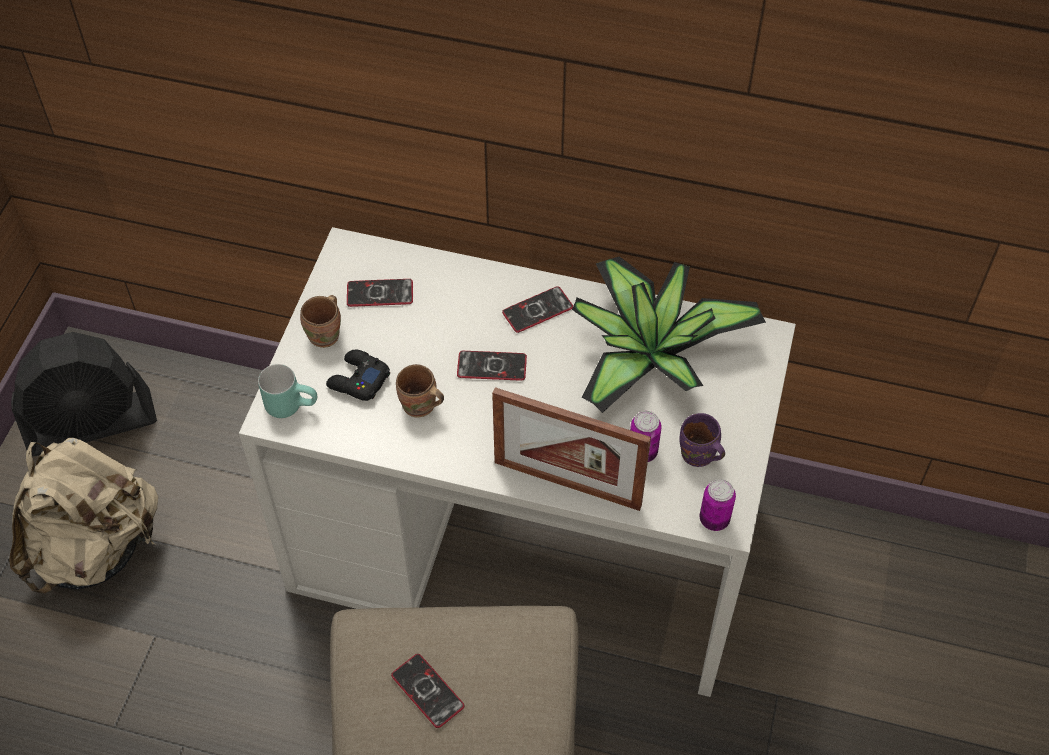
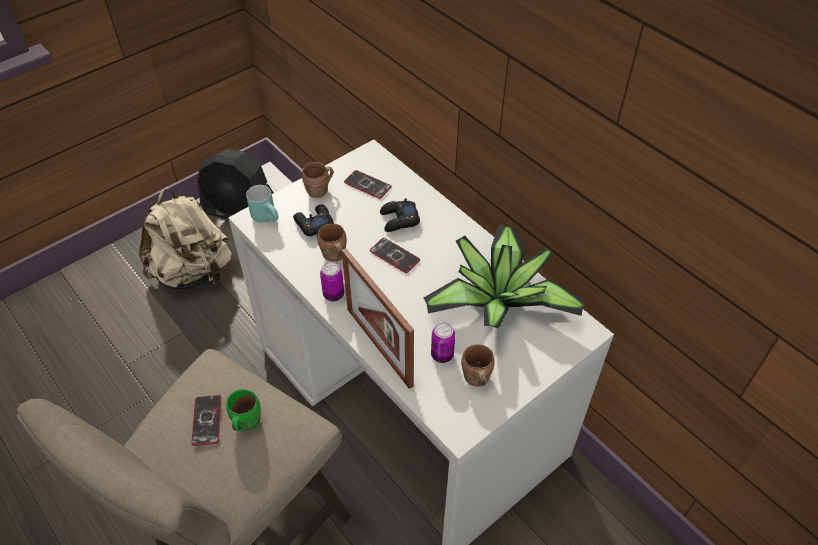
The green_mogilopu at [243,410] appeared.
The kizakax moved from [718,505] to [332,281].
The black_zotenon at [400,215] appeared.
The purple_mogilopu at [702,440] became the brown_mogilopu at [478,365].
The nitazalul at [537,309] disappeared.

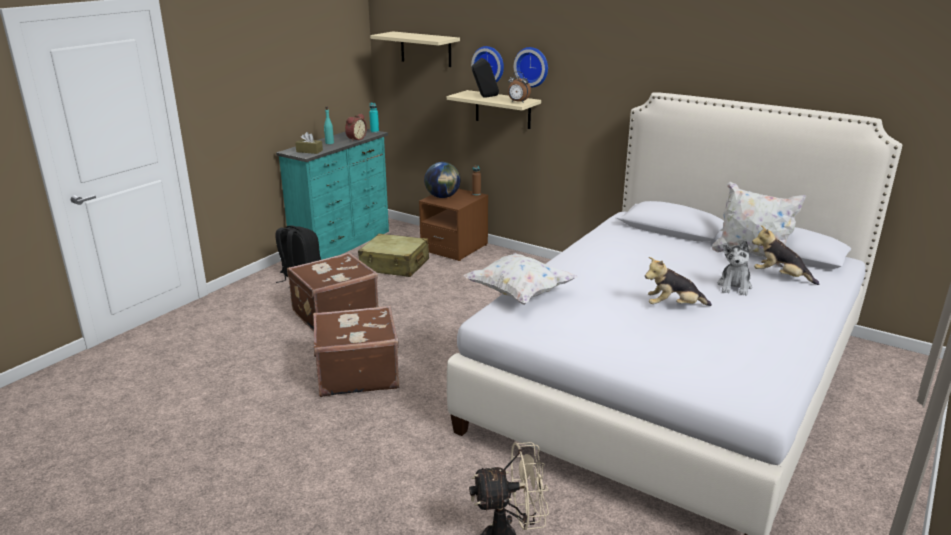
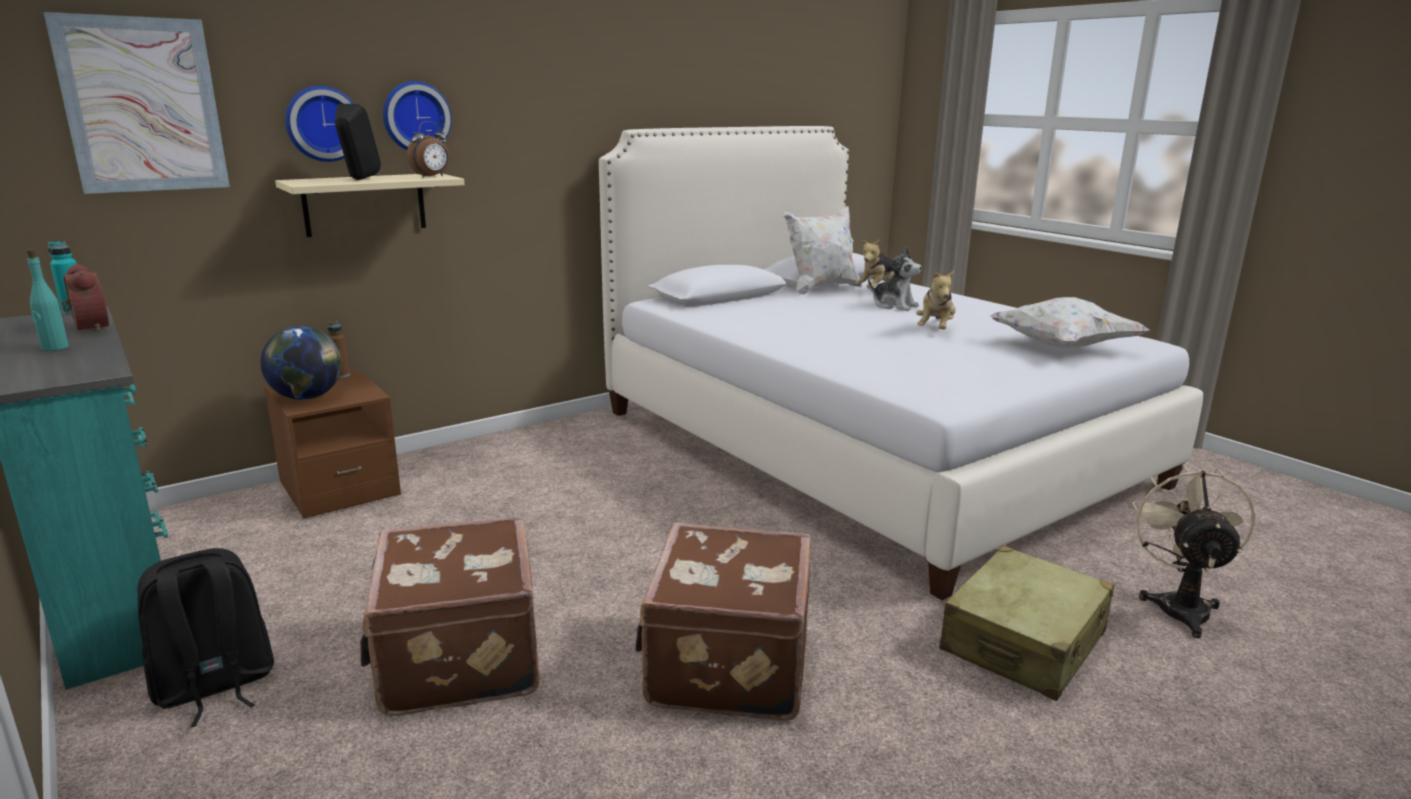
The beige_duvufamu at [415,49] was replaced by the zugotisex at [137,103].
The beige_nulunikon moved from [393,255] to [1027,623].
The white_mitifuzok moved from [520,279] to [1069,322].
The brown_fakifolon at [309,143] disappeared.

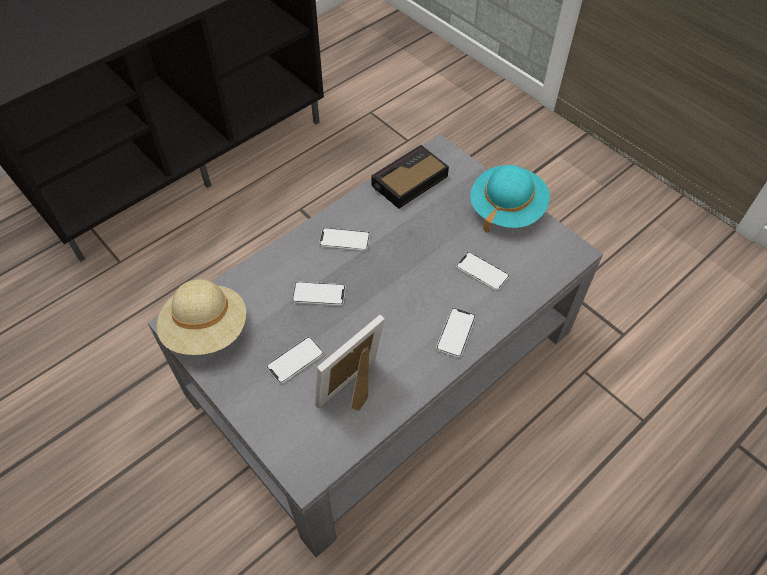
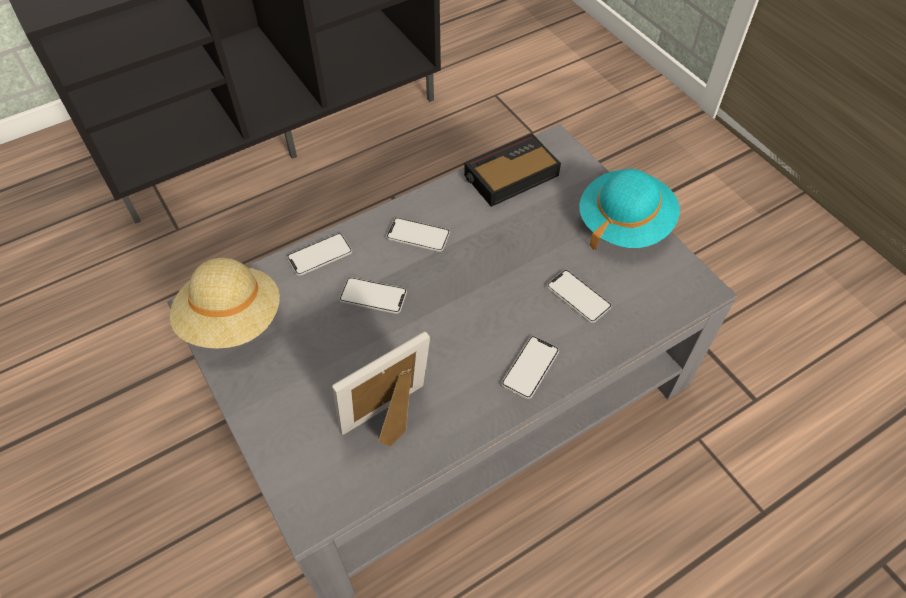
The nitazalul moved from [295,360] to [319,254].

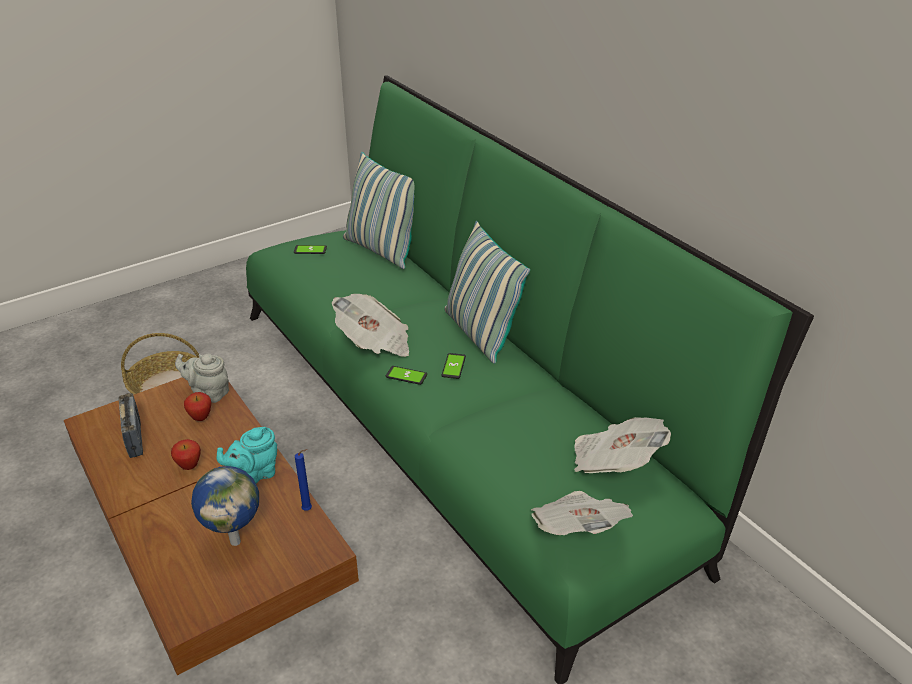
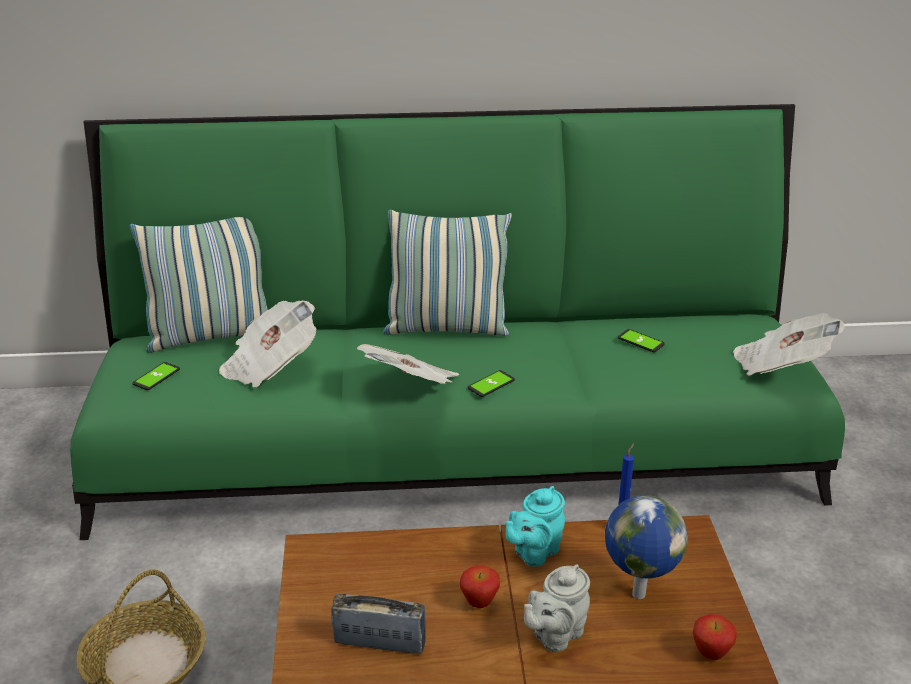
The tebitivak moved from [622,445] to [267,344].
The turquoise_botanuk at [247,455] turned 45 degrees clockwise.
The grey_botanuk moved from [202,378] to [557,608].
The nitazalul moved from [453,366] to [641,340].
The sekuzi moved from [197,406] to [714,637].

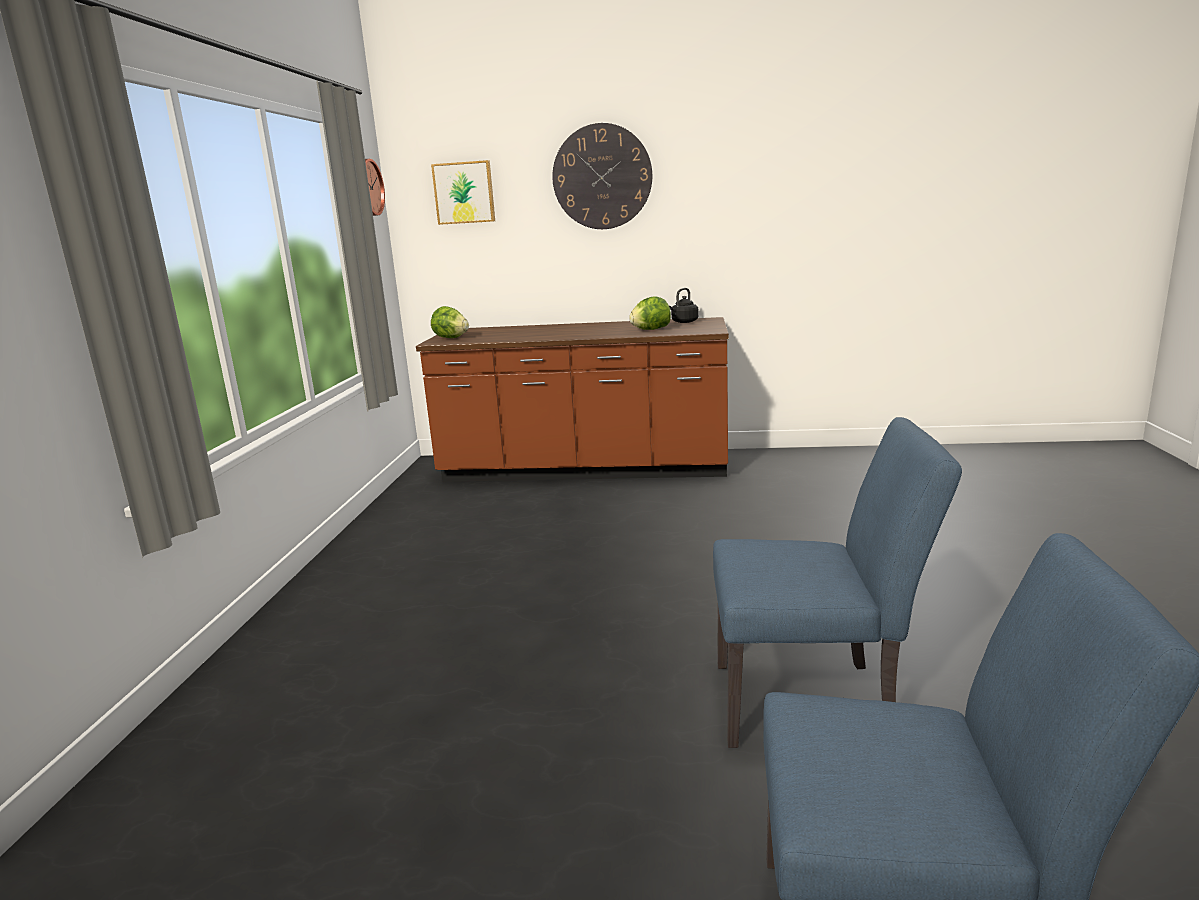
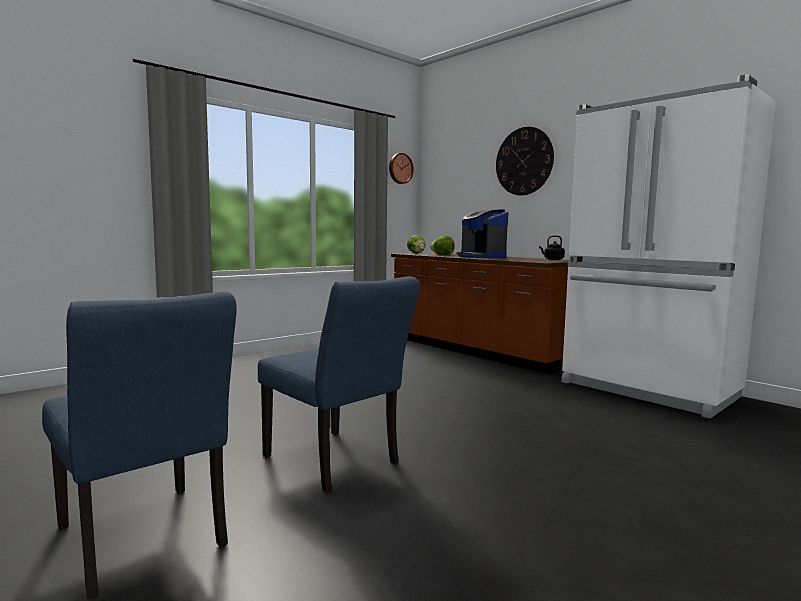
The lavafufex moved from [650,313] to [442,245].
The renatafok at [482,234] appeared.
The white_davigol at [668,246] appeared.
The zugotisex at [463,192] disappeared.

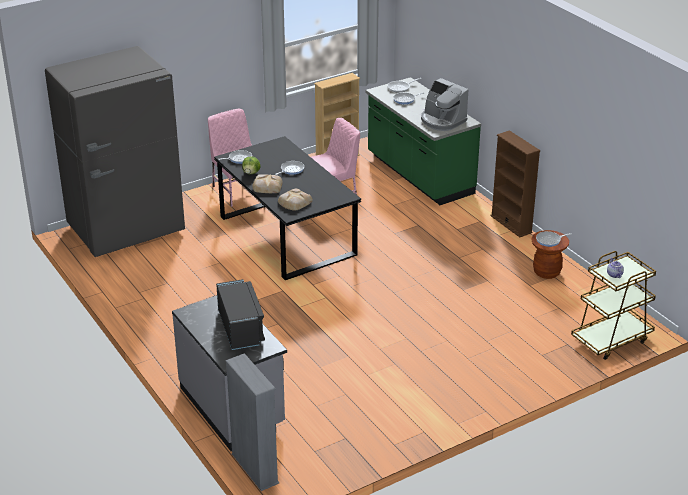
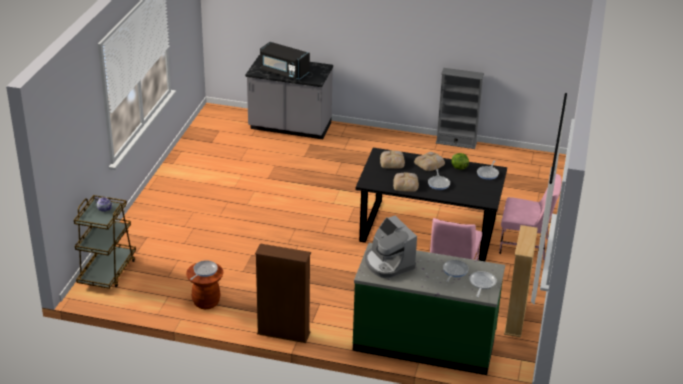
The renatafok at [444,104] turned 120 degrees counterclockwise.
The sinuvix at [406,182] appeared.
The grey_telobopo moved from [252,422] to [460,108].
The grey_davigol at [115,151] disappeared.

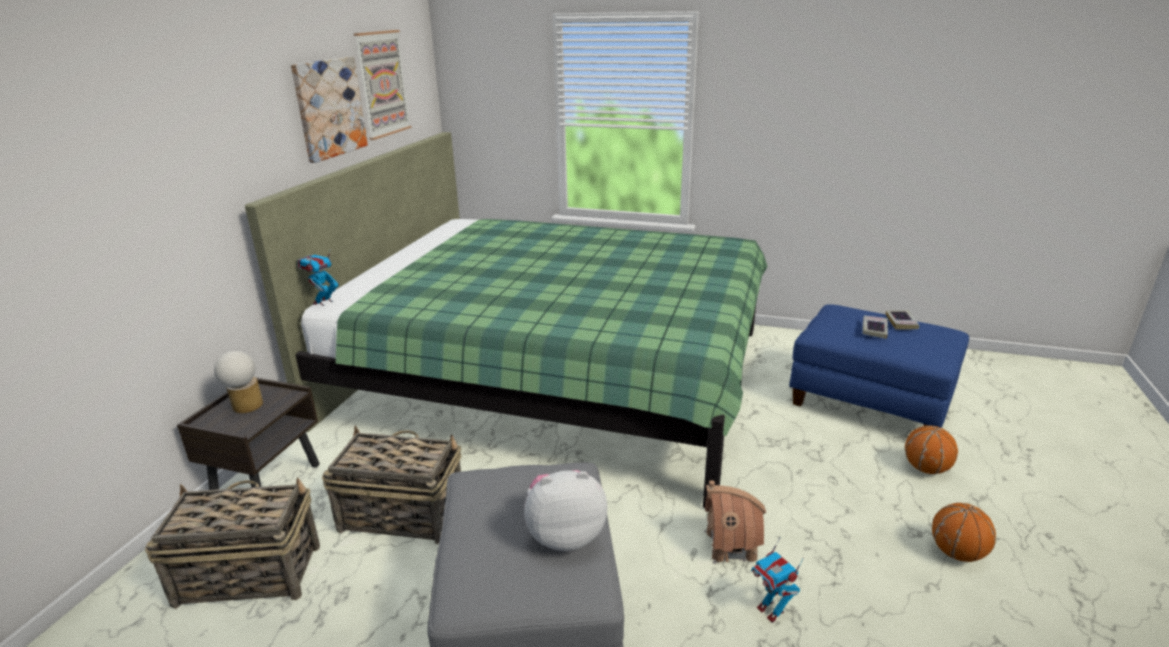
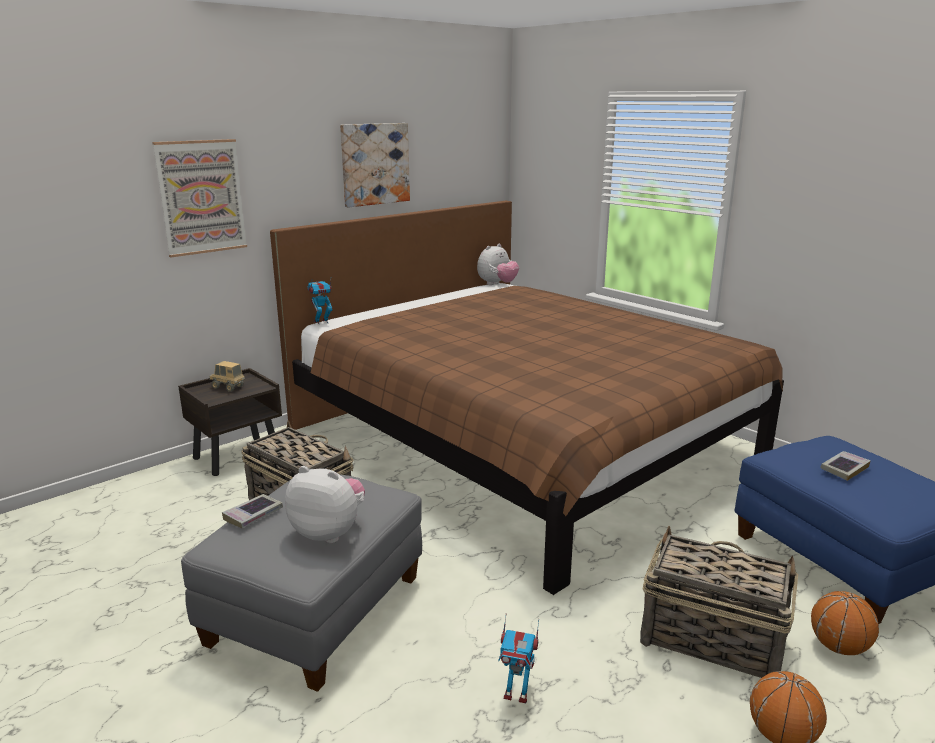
The zugotisex moved from [383,85] to [199,198].
The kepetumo at [238,382] was replaced by the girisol at [227,376].
The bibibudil moved from [903,320] to [252,511].
The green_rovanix at [506,320] became the brown_rovanix at [527,398].
The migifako at [498,264] appeared.
The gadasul at [777,580] turned 75 degrees counterclockwise.
The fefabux moved from [232,543] to [719,602].
The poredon at [735,522] disappeared.

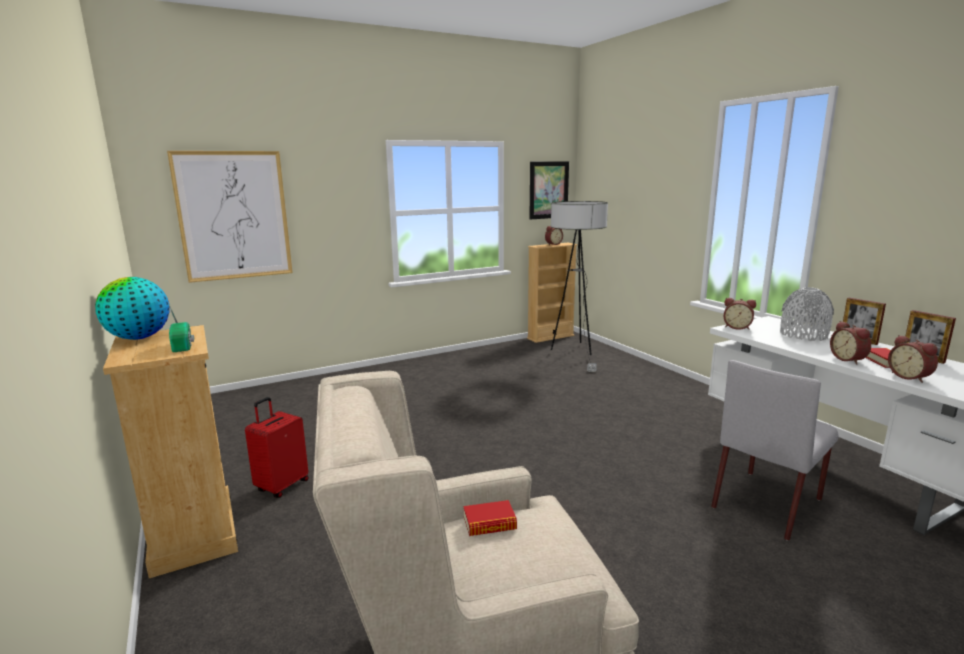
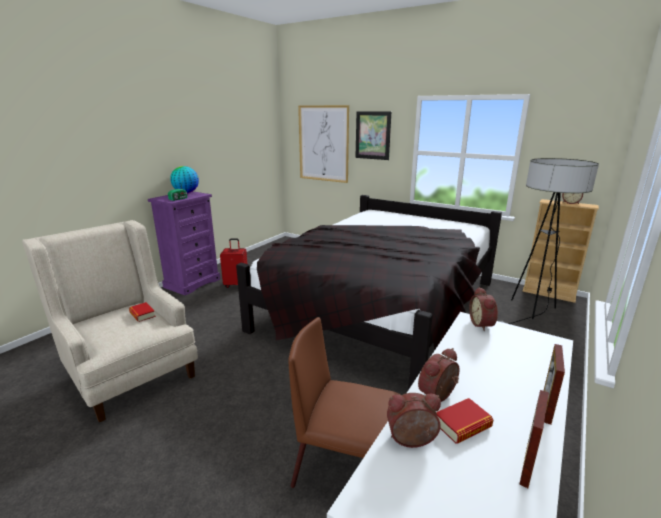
The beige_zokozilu at [170,451] became the purple_zokozilu at [184,243].
The black_rovanix at [369,292] appeared.
The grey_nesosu at [775,450] became the brown_nesosu at [344,402].
The zugotisex moved from [549,190] to [373,135].
The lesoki at [913,359] turned 45 degrees clockwise.
The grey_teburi at [807,314] disappeared.

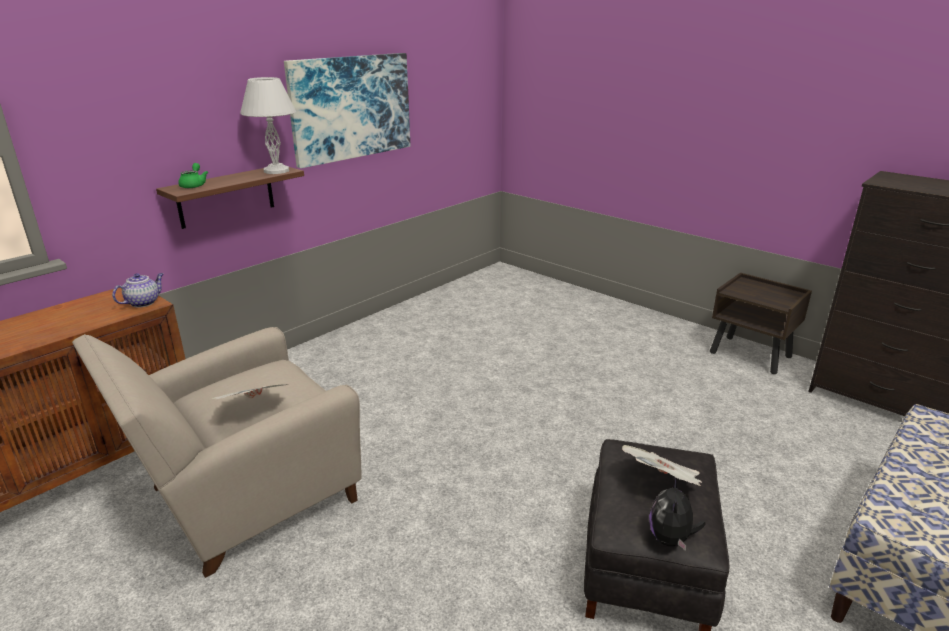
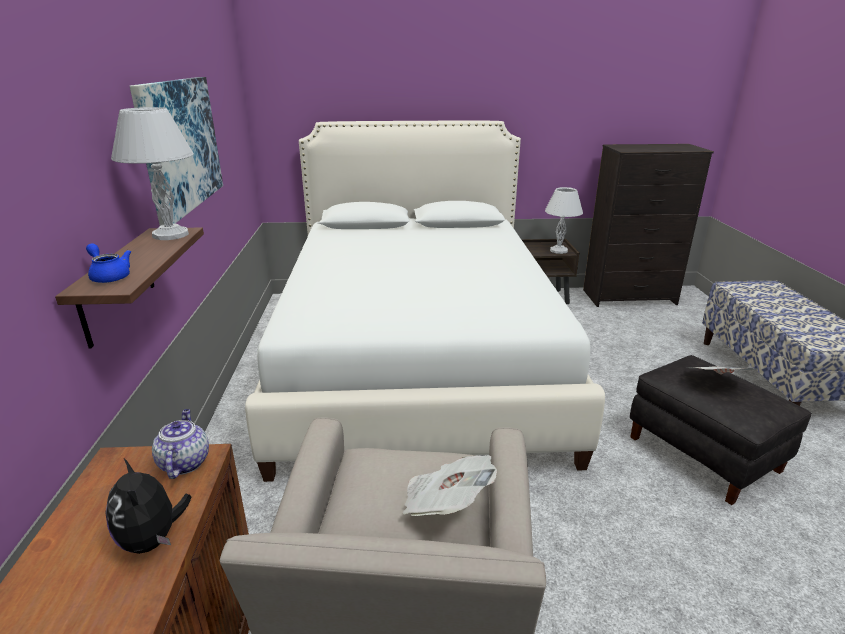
The green_botanuk at [193,175] became the blue_botanuk at [108,263].
The migifako moved from [677,514] to [148,506].
The white_rovanix at [425,301] appeared.
The white_kepetumo at [564,220] appeared.

